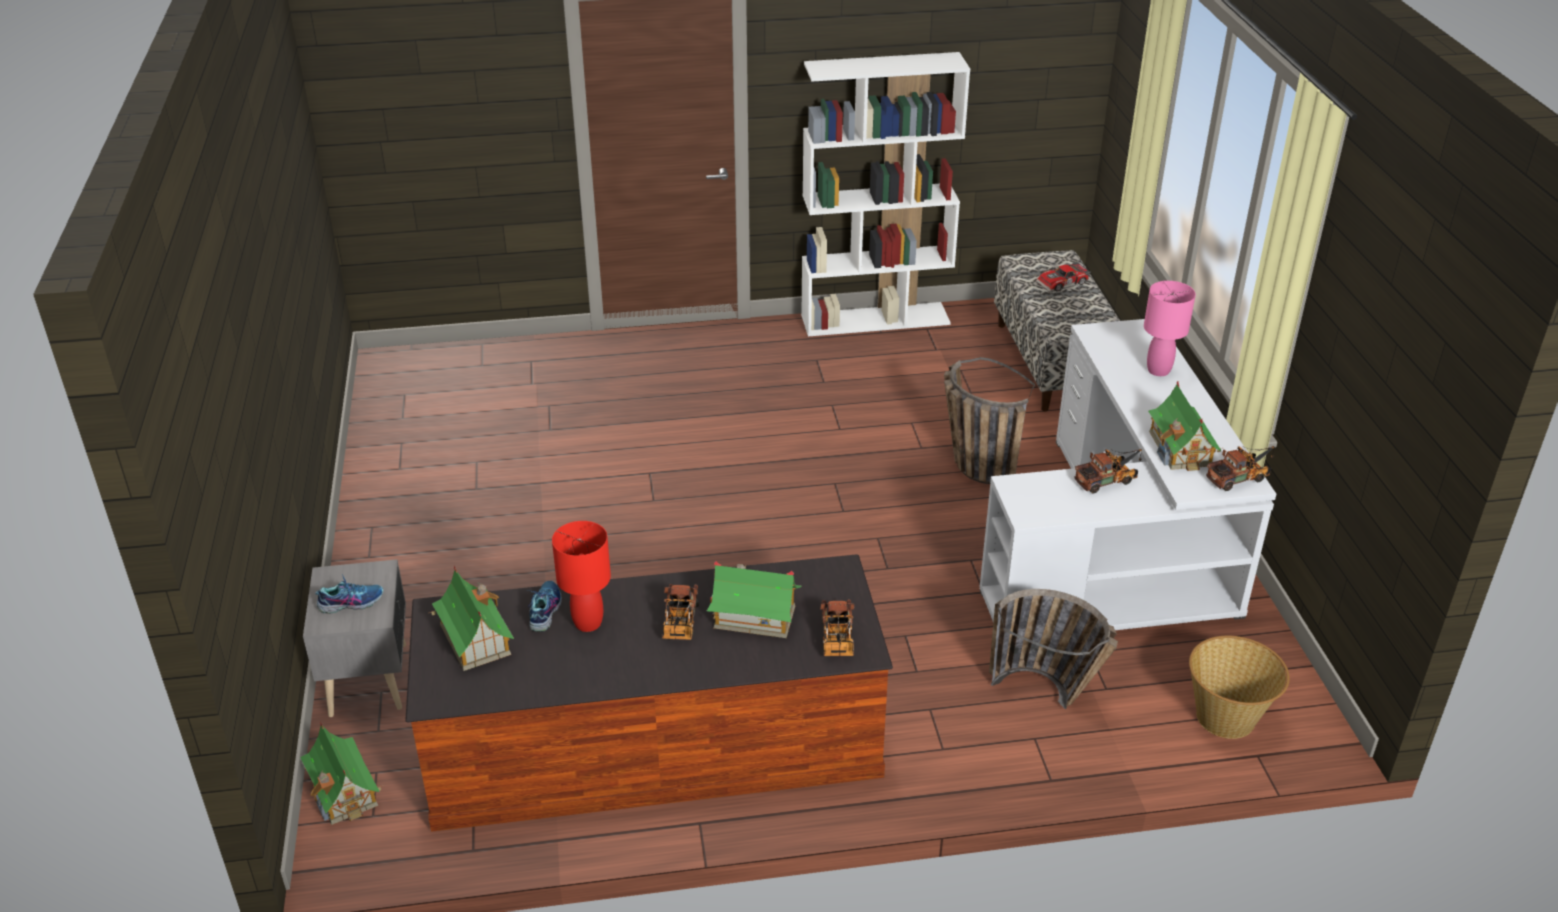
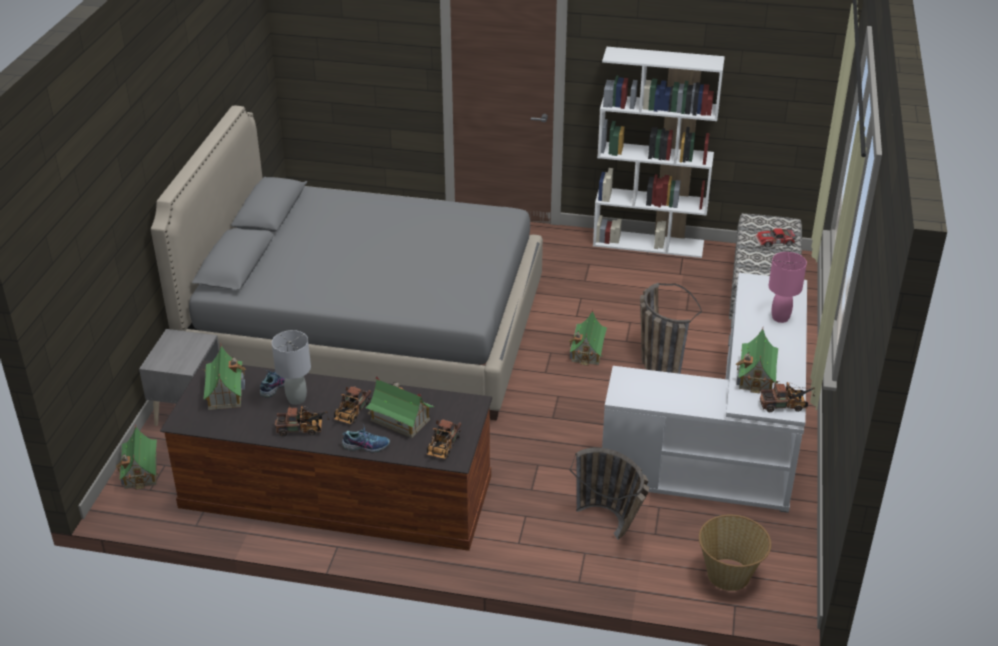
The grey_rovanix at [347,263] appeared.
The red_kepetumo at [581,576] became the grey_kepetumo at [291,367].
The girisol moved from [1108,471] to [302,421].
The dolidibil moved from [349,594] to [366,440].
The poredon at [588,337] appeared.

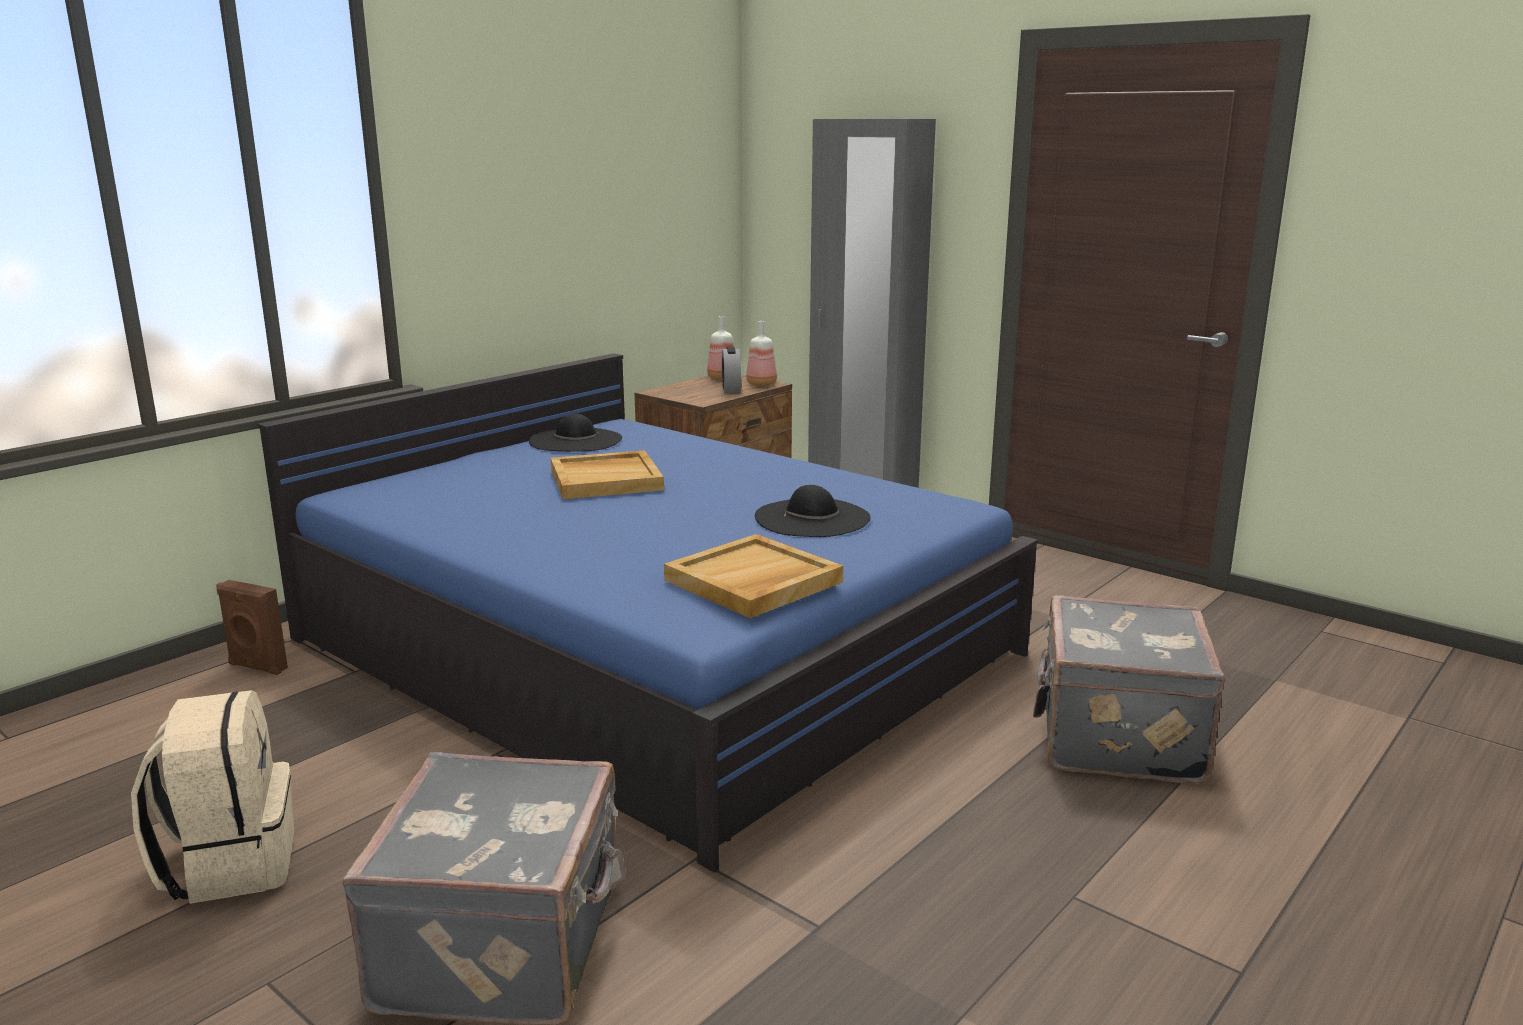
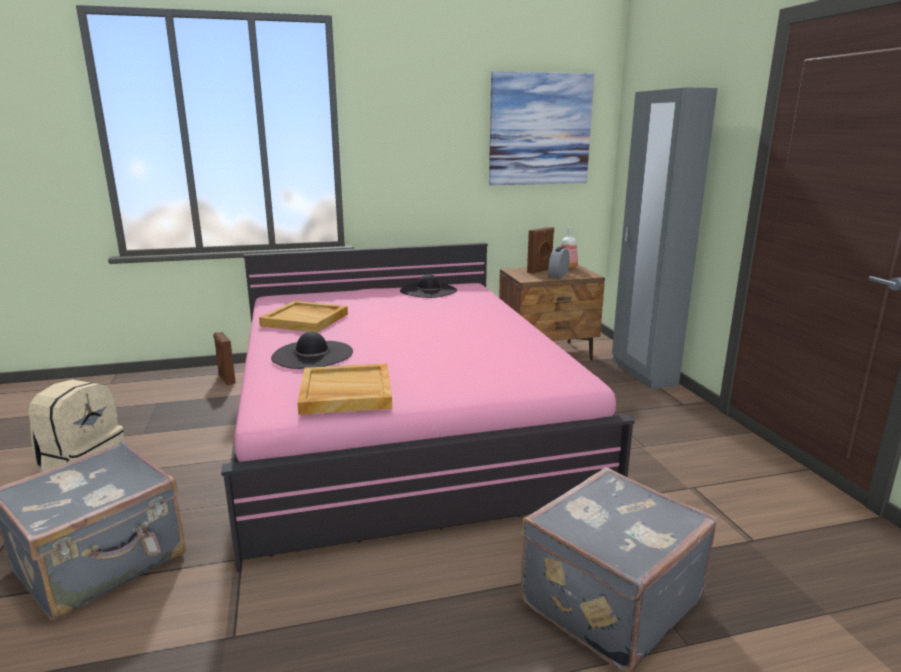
The blue_rovanix at [647,613] became the pink_rovanix at [428,407].
The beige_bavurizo moved from [607,474] to [303,317].
The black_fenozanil moved from [812,511] to [312,350].
The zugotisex at [541,128] appeared.
The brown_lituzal at [540,250] appeared.
The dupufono at [761,353] disappeared.

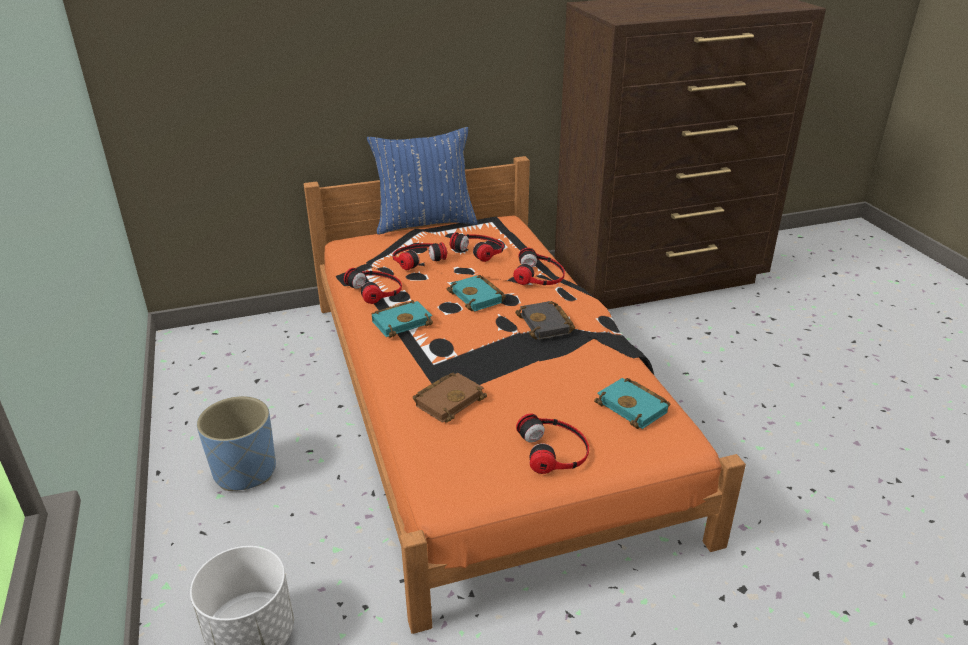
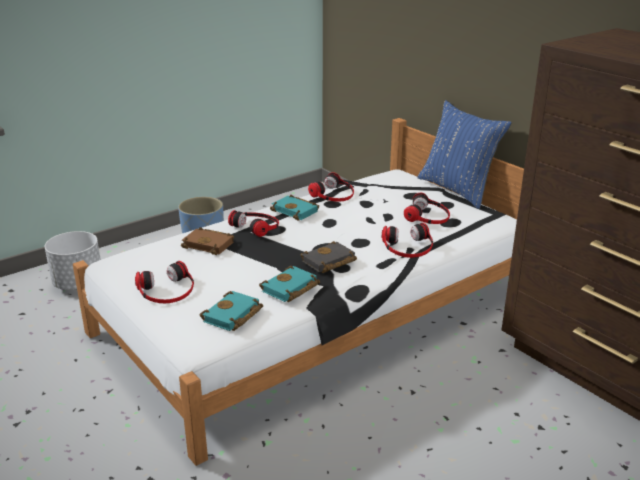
The orange_rovanix at [525,395] became the white_rovanix at [298,292].
The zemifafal moved from [419,256] to [253,223].
The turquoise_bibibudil moved from [476,293] to [289,284].

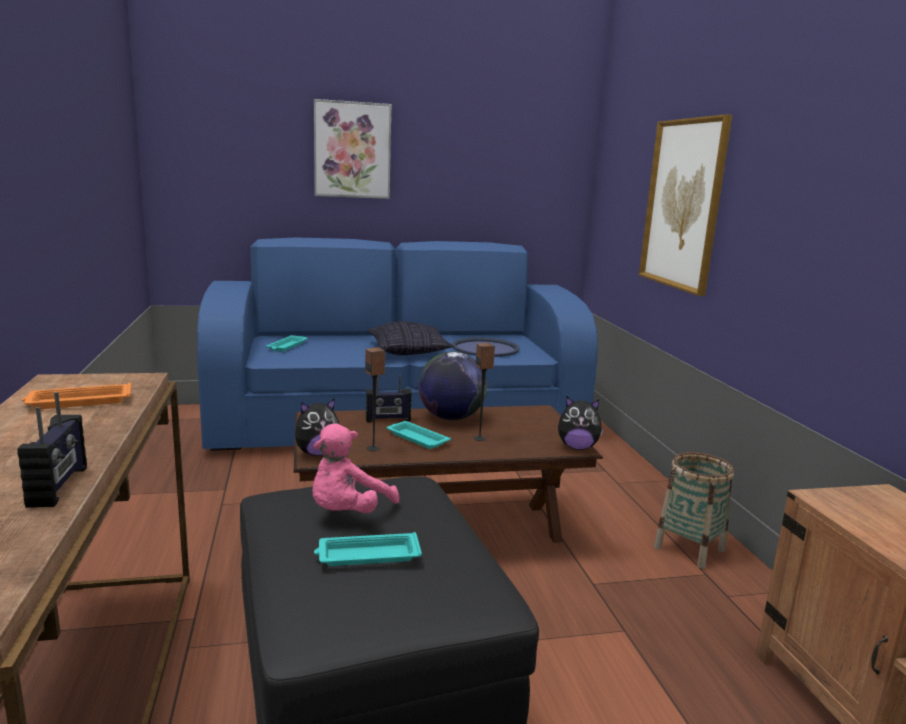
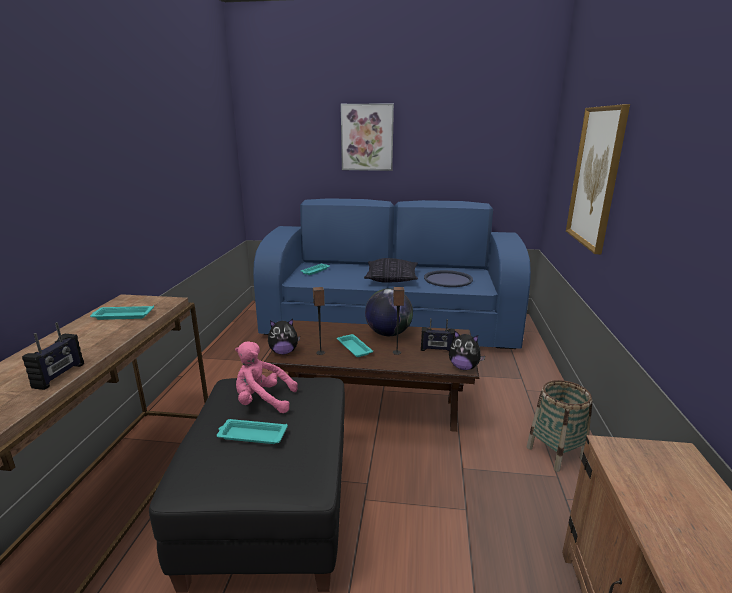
The orange_bavurizo at [76,396] became the turquoise_bavurizo at [122,313].
The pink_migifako at [355,468] turned 45 degrees clockwise.
The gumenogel moved from [389,398] to [438,334].

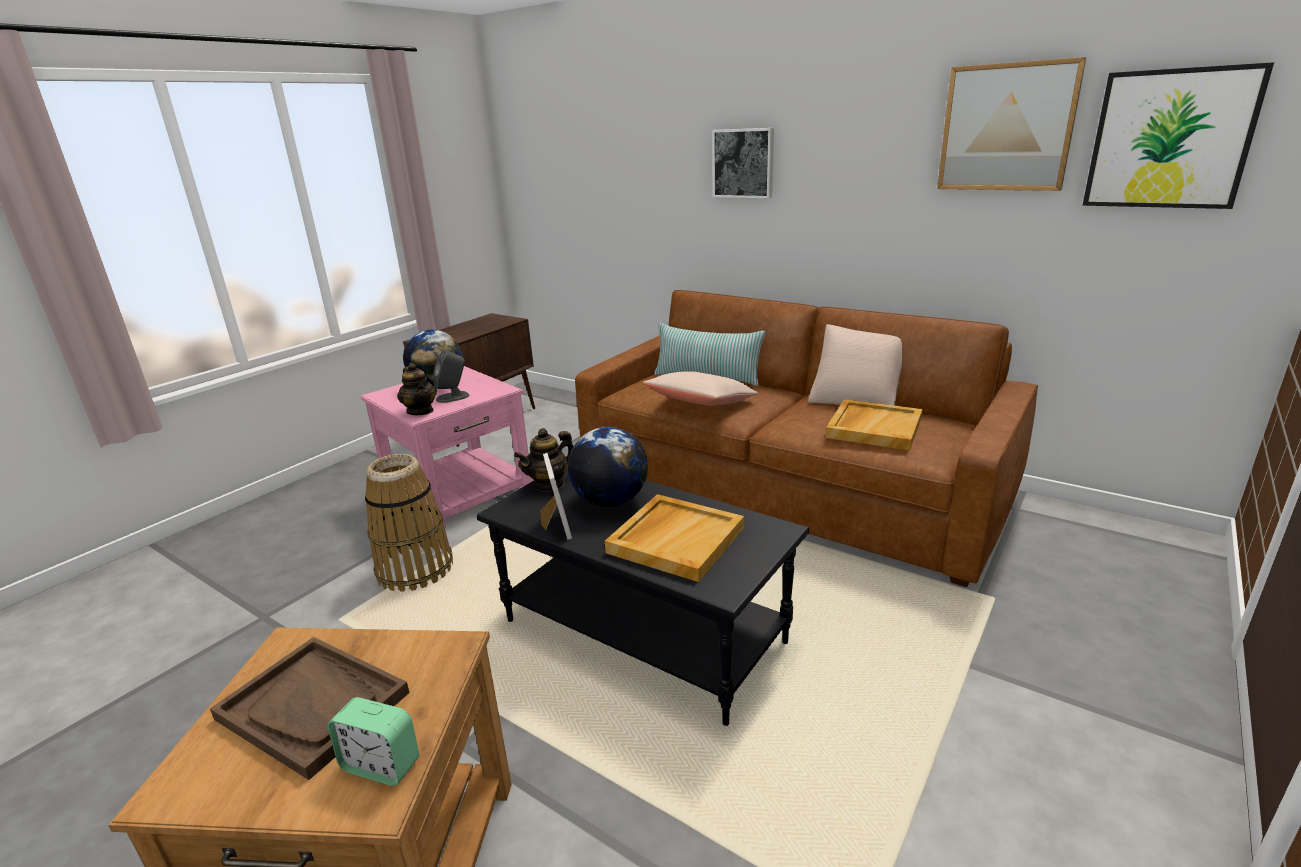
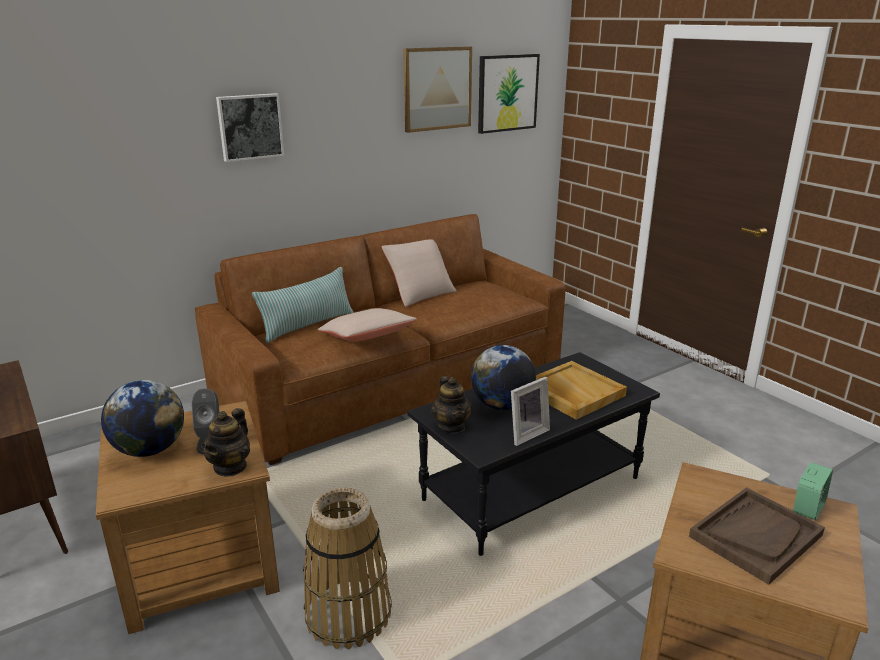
The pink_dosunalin at [446,447] became the brown_dosunalin at [188,517].
The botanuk at [417,389] turned 120 degrees clockwise.
The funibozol at [556,496] turned 135 degrees clockwise.
The beige_bavurizo at [874,424] disappeared.

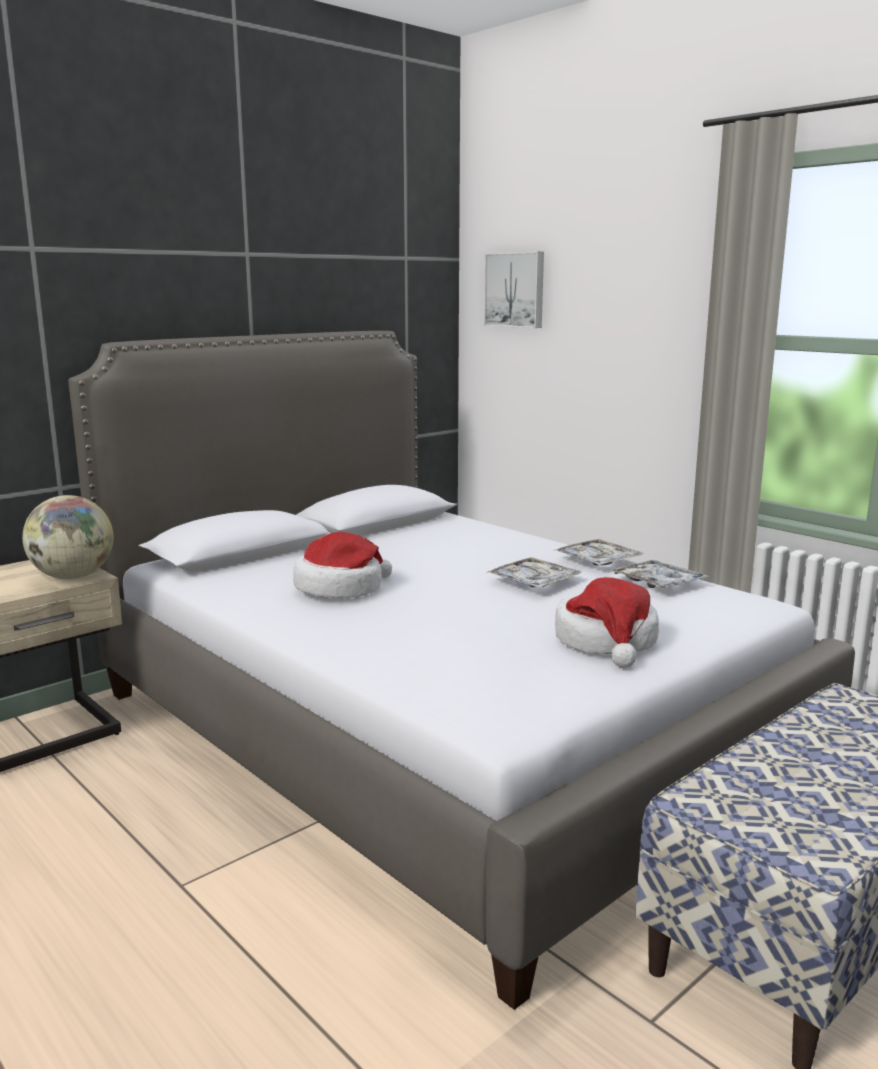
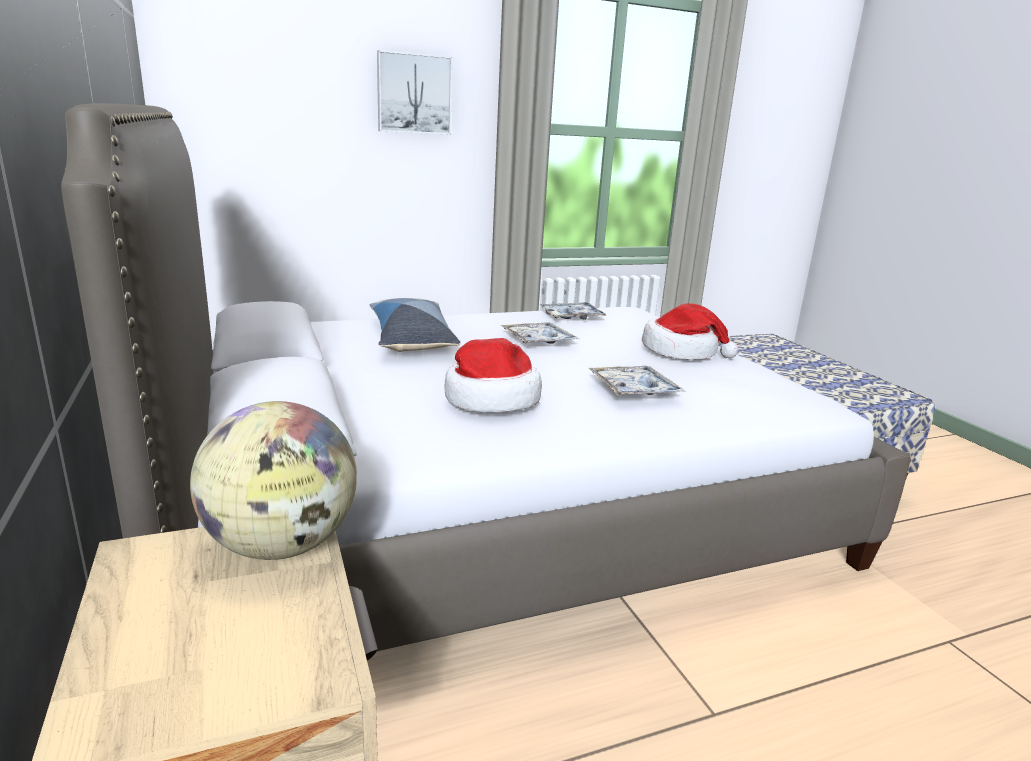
The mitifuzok at [415,325] appeared.
The zugotisex moved from [514,290] to [414,92].
The bavurizo moved from [599,552] to [637,381].

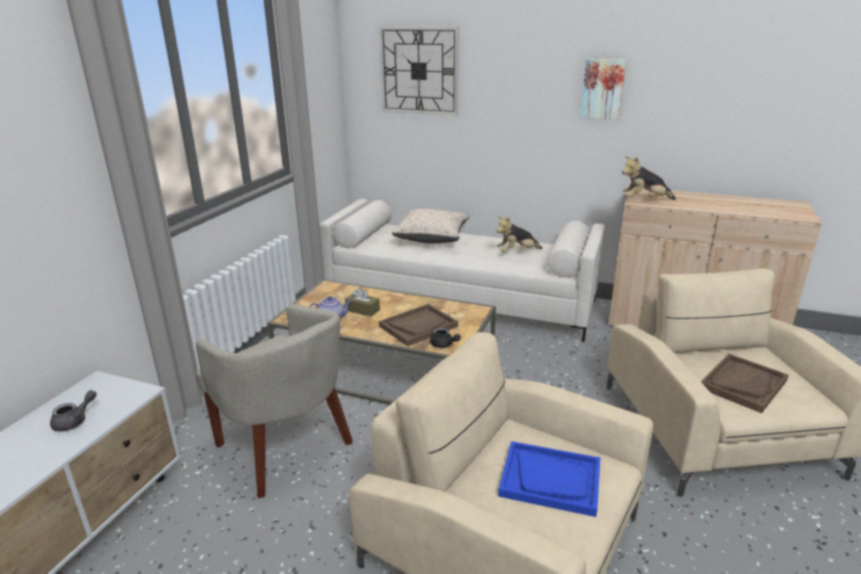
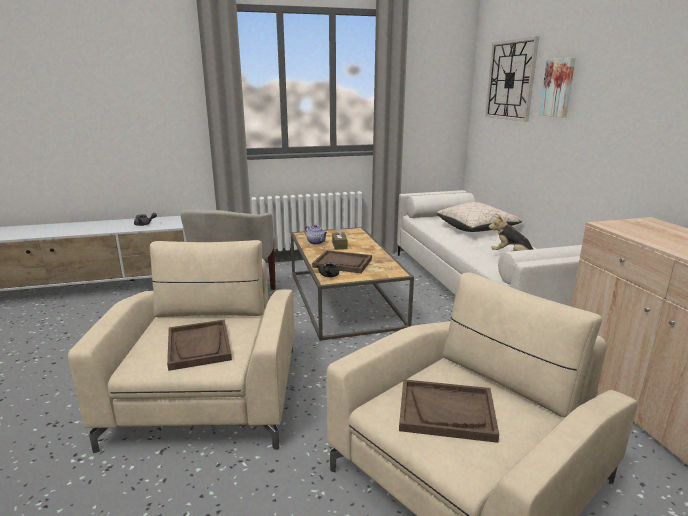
The blue_bavurizo at [549,479] became the brown_bavurizo at [199,345].
The zugotisex moved from [603,89] to [557,87].
The migifako at [649,178] disappeared.

